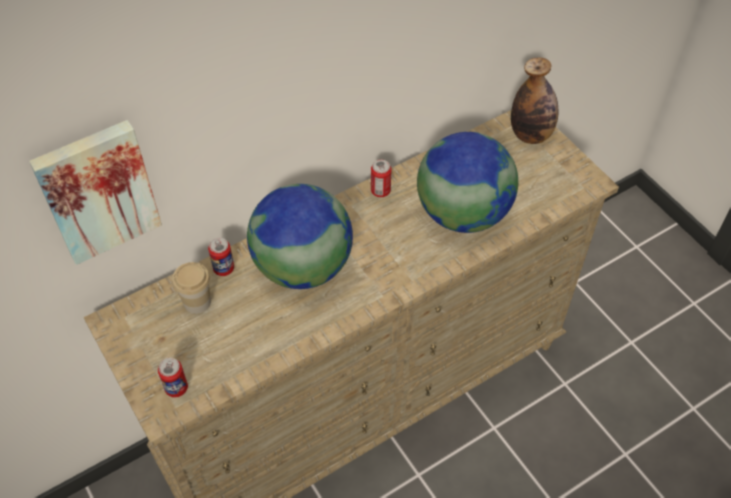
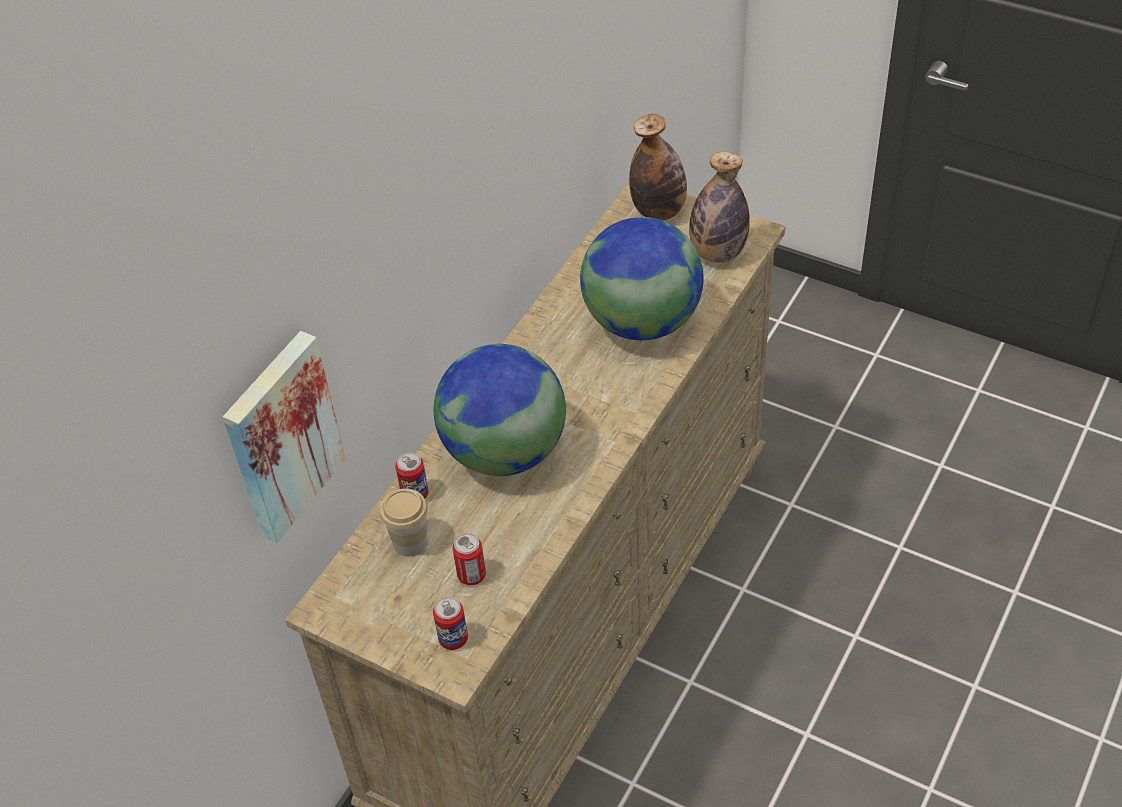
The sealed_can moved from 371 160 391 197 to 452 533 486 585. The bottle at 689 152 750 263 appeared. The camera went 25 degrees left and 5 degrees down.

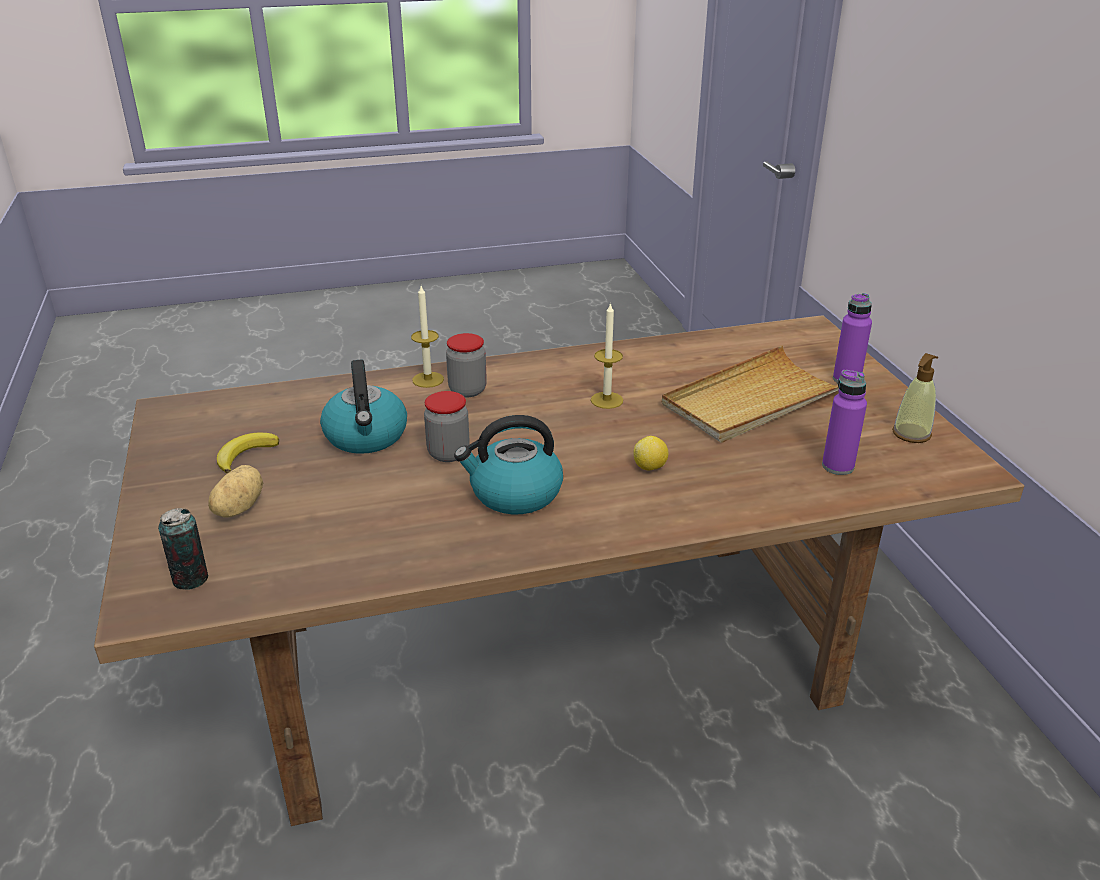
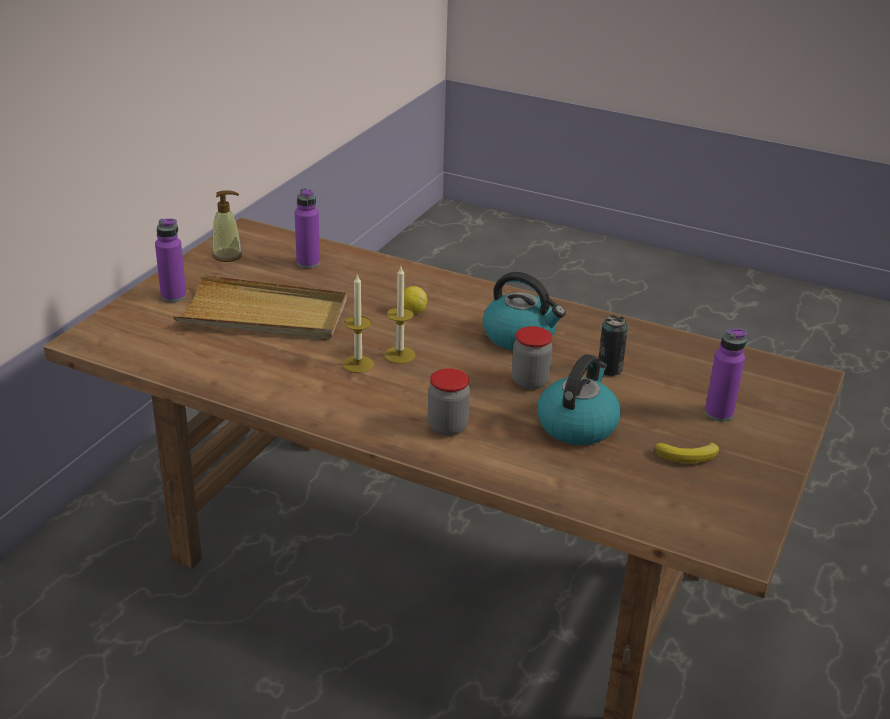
The wax_light moved from 411 286 444 388 to 384 267 415 364. The sealed_can moved from 158 508 208 590 to 598 315 628 376. The whole_potato at 208 465 263 518 was replaced by the purple-coloured_bottle at 705 328 747 421. The camera went 140 degrees left and 0 degrees up.

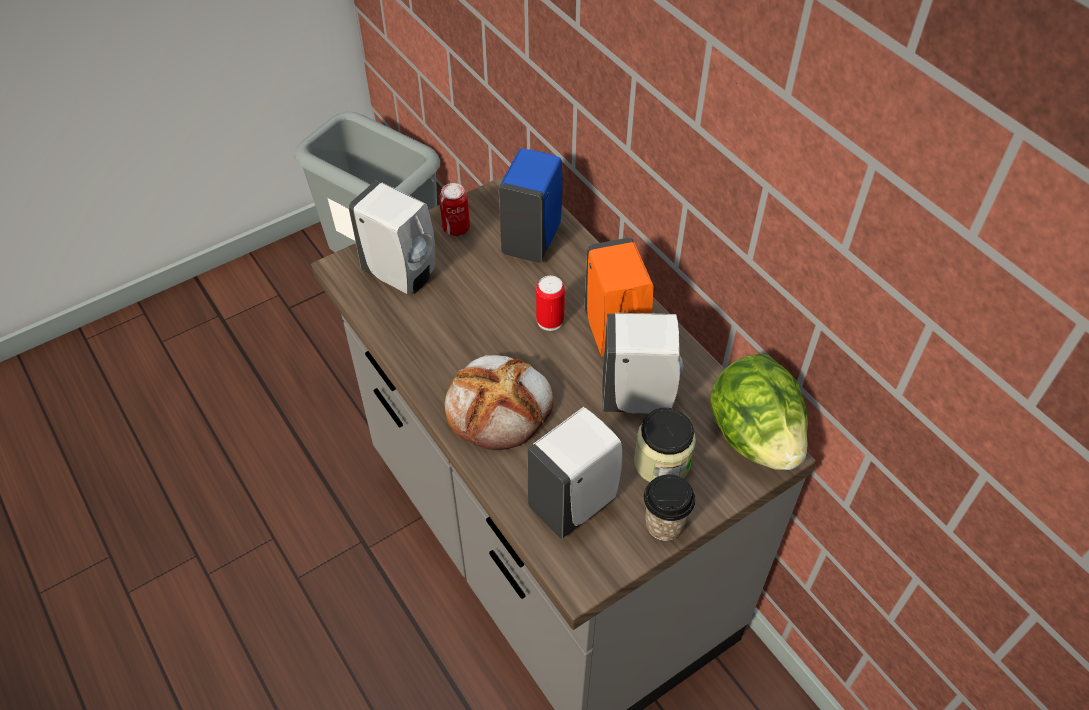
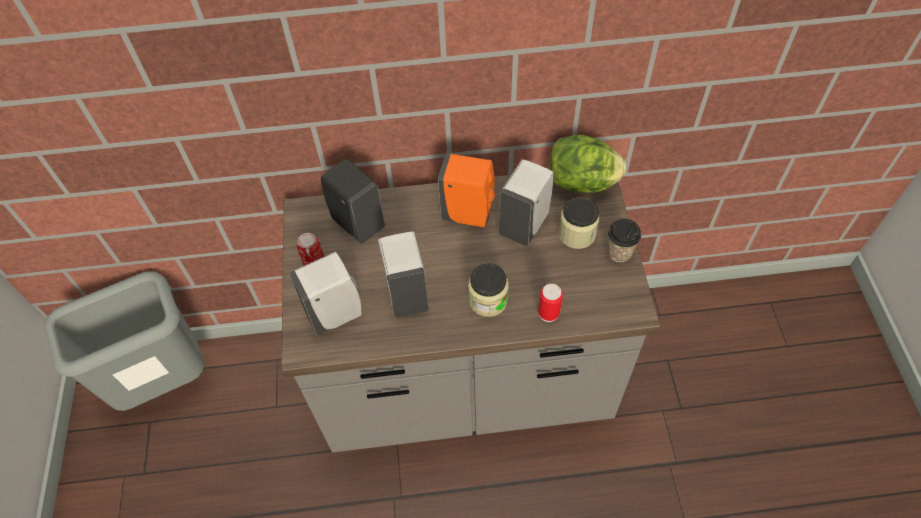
The blue-coloured_liquid_soap_bottle at 499 148 563 263 became the black-coloured_liquid_soap_bottle at 321 159 385 244. The whitish_liquid_soap_bottle moved from 527 407 623 539 to 378 232 429 318. The bakery_bread at 444 355 553 450 was replaced by the jar at 468 263 509 317. The sealed_can moved from 536 276 565 331 to 538 284 563 322. The camera went 60 degrees left and 5 degrees up.

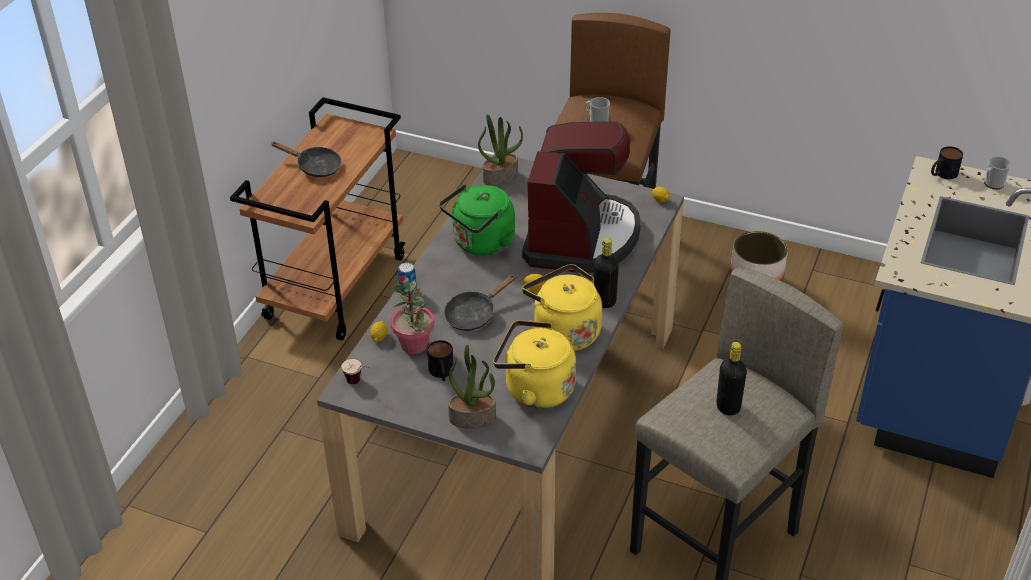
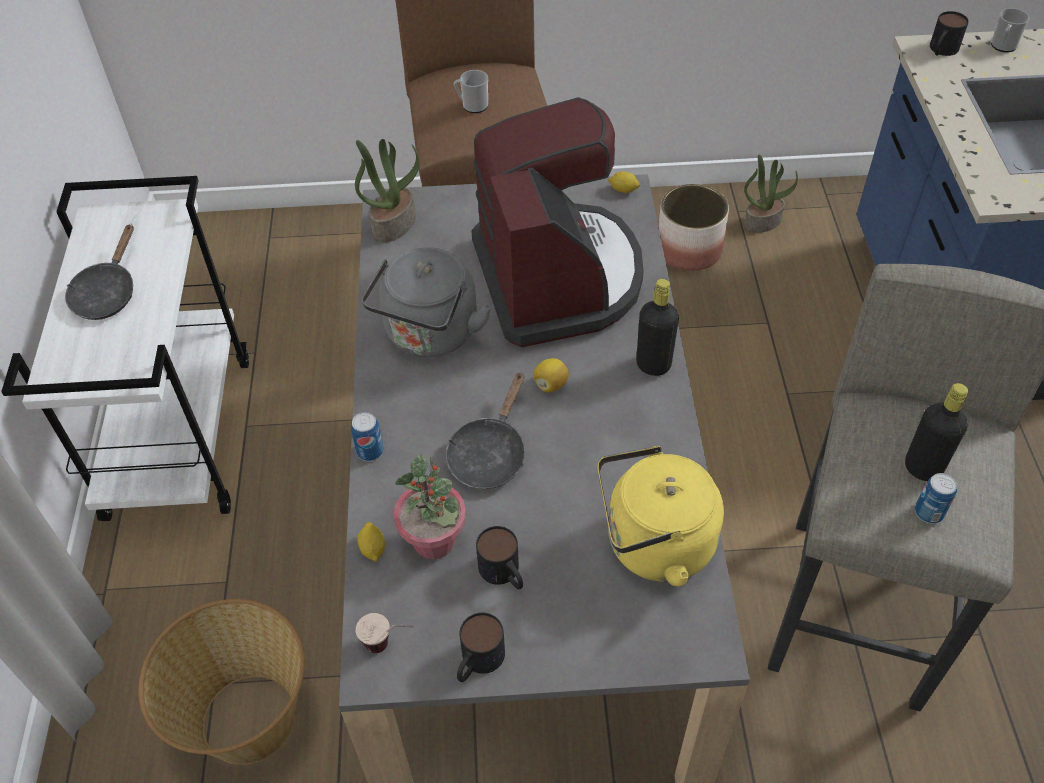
The brown_trolley at 230 97 405 341 became the whitish_trolley at 1 176 249 521. The black-coloured_frying_pan at 271 142 341 177 turned 105 degrees clockwise. The household_basket at 138 599 305 765 appeared. The green-coloured_kettle at 439 184 515 256 became the gray_kettle at 361 247 492 357. The mug at 457 613 505 682 appeared. The houseplant moved from 448 344 496 429 to 744 155 798 233. The sealed_can at 915 473 957 524 appeared. The yellowish_kettle at 522 264 602 351 disappeared. The camera went 25 degrees left and 10 degrees up.

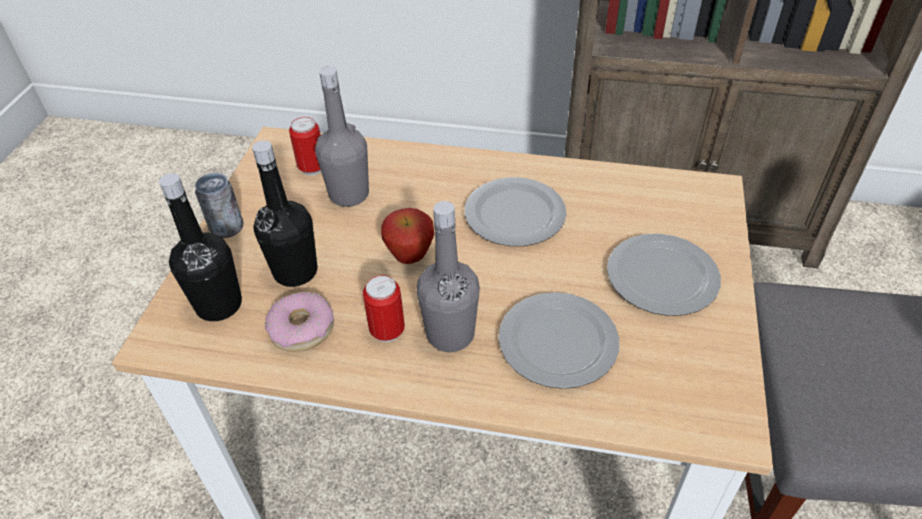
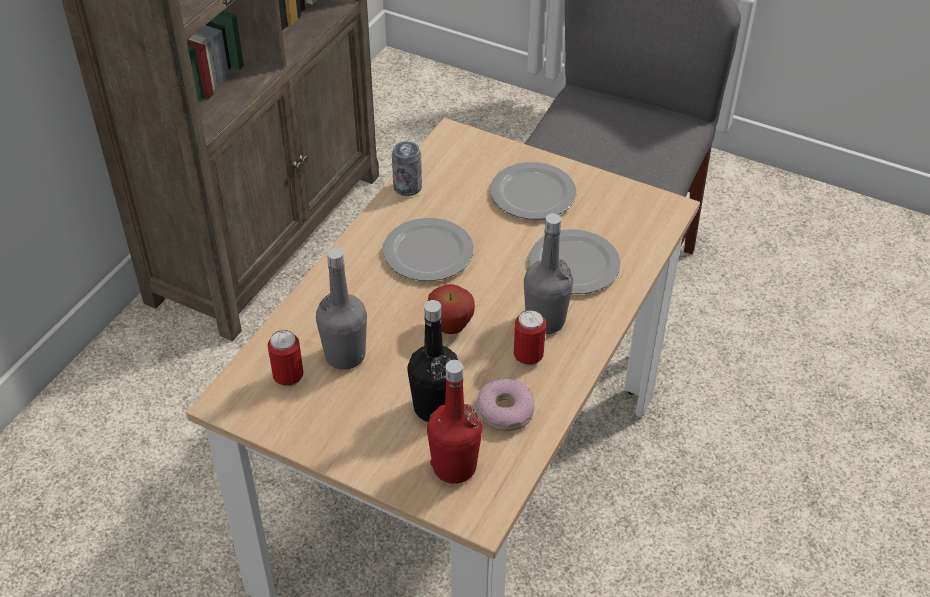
The sealed_can moved from 195 173 244 238 to 392 141 422 196. The black-coloured_bottle at 159 173 242 321 became the reddish_bottle at 427 360 482 484. The camera went 75 degrees left and 0 degrees up.

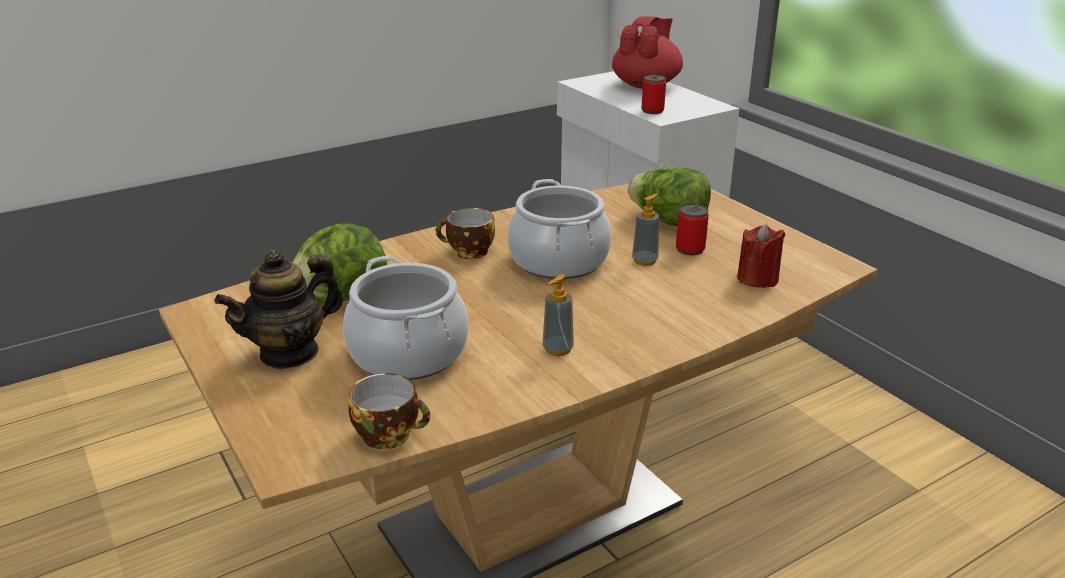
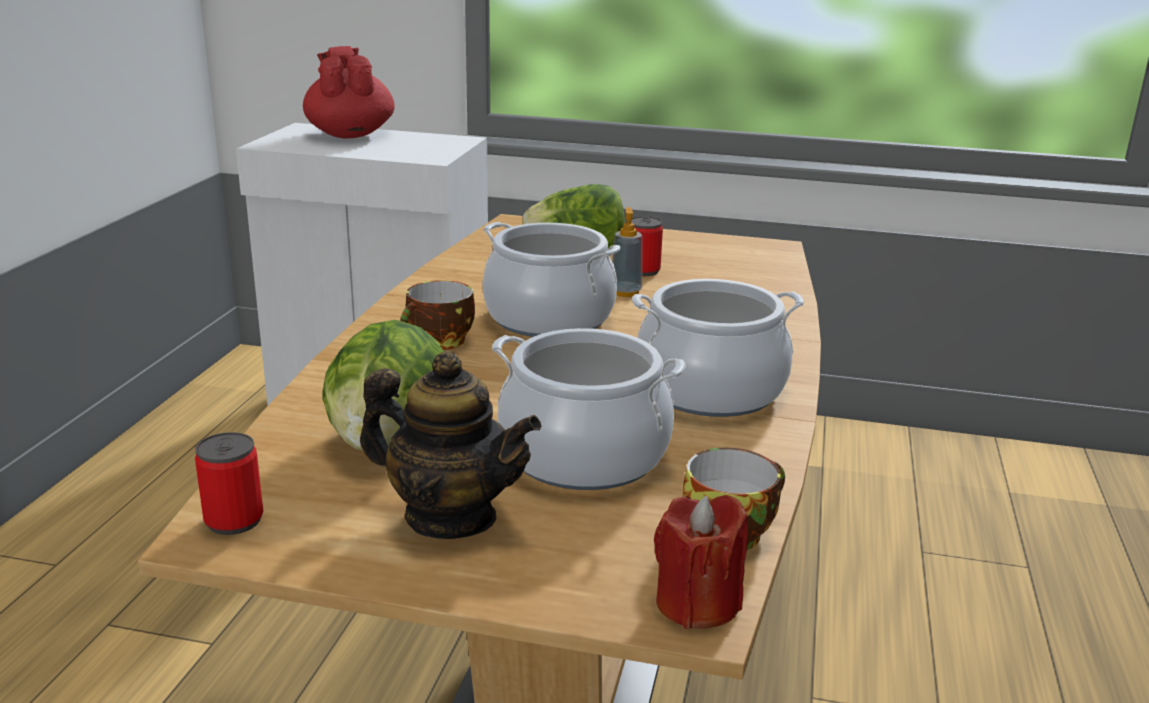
The sealed_can moved from 641 75 666 114 to 195 432 263 535. The teapot at 215 249 343 369 turned 75 degrees counterclockwise. The liquid_soap_bottle at 542 274 574 356 was replaced by the cooking_pot at 632 279 804 417. The reddish_wax_light moved from 737 224 785 288 to 654 495 748 629. The camera went 45 degrees left and 5 degrees down.

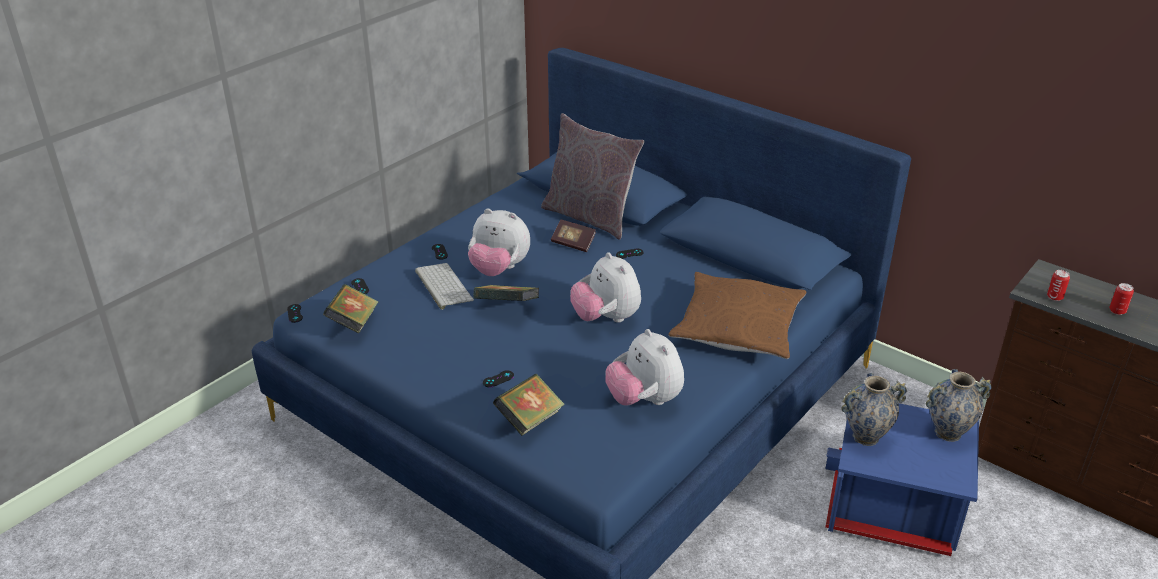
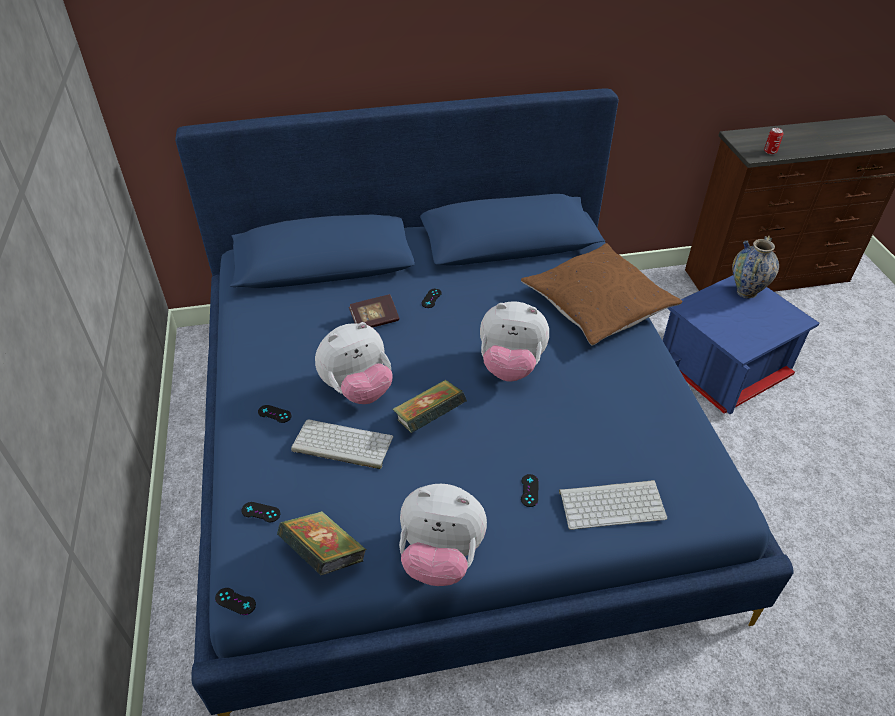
The plush_toy moved from 605 329 684 406 to 399 484 487 586. The volume at 493 374 565 436 was replaced by the computer_keyboard at 559 480 667 530. The gray_cushion at 541 113 645 240 disappeared. The decorative_vase at 841 373 907 446 disappeared. The sealed_can at 1109 283 1134 315 disappeared. The camera went 50 degrees left and 10 degrees up.

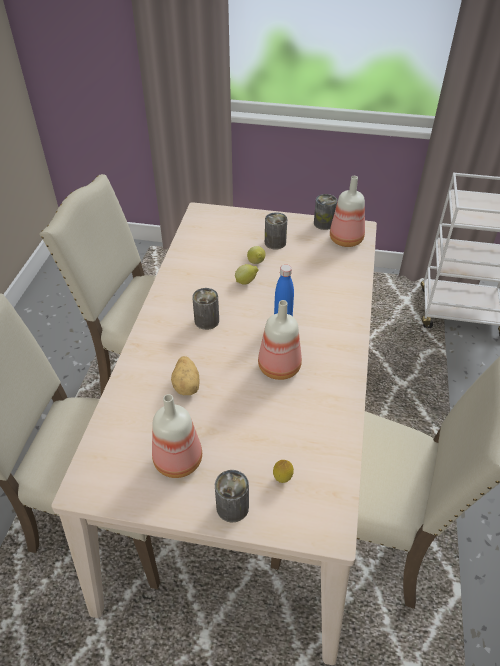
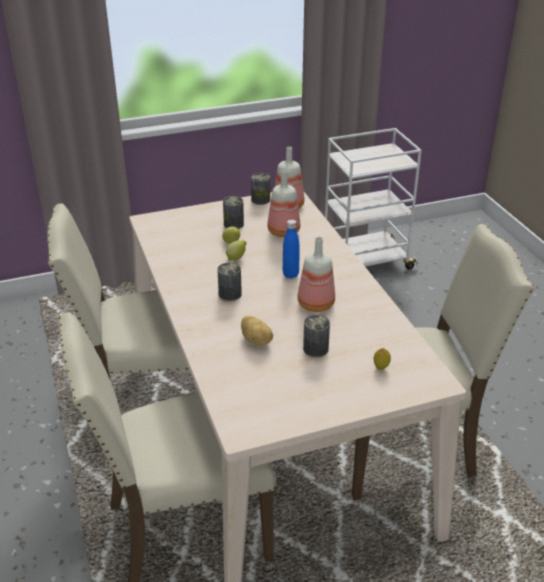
The bottle moved from 152 394 202 478 to 267 170 300 237. The sealed_can moved from 215 470 249 523 to 303 315 330 357. The camera went 30 degrees left and 10 degrees down.

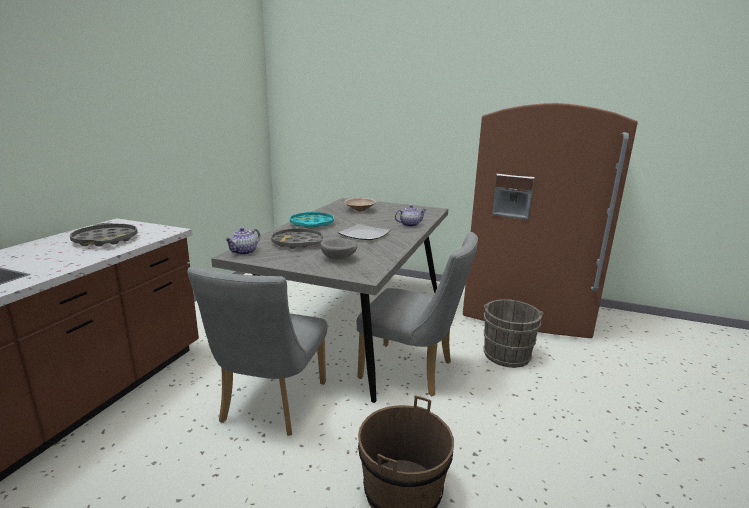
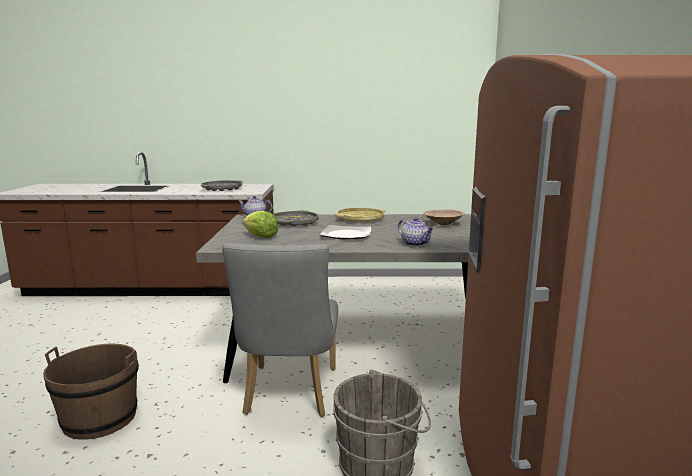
The gray_deep_dish at 320 238 357 259 was replaced by the lettuce at 242 210 278 238. The turquoise-coloured_carrying_tray at 290 211 334 228 became the yellowish_carrying_tray at 334 208 386 223. The gray_chair at 187 266 327 436 disappeared. The camera went 70 degrees right and 5 degrees down.

